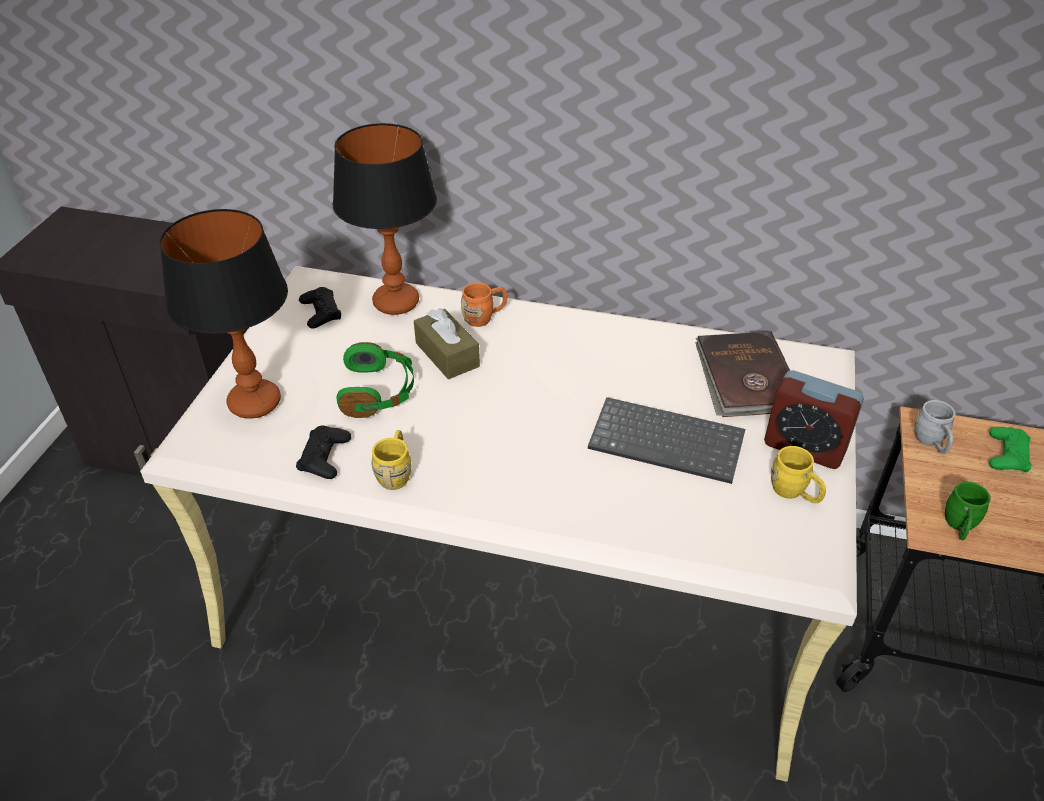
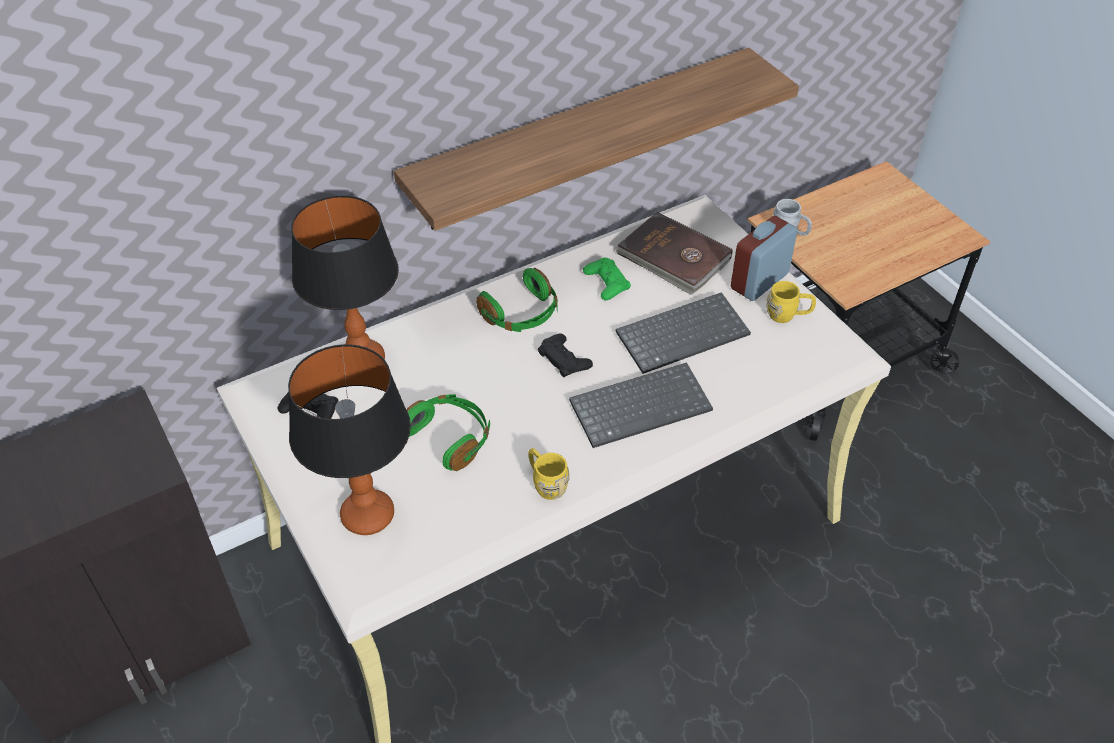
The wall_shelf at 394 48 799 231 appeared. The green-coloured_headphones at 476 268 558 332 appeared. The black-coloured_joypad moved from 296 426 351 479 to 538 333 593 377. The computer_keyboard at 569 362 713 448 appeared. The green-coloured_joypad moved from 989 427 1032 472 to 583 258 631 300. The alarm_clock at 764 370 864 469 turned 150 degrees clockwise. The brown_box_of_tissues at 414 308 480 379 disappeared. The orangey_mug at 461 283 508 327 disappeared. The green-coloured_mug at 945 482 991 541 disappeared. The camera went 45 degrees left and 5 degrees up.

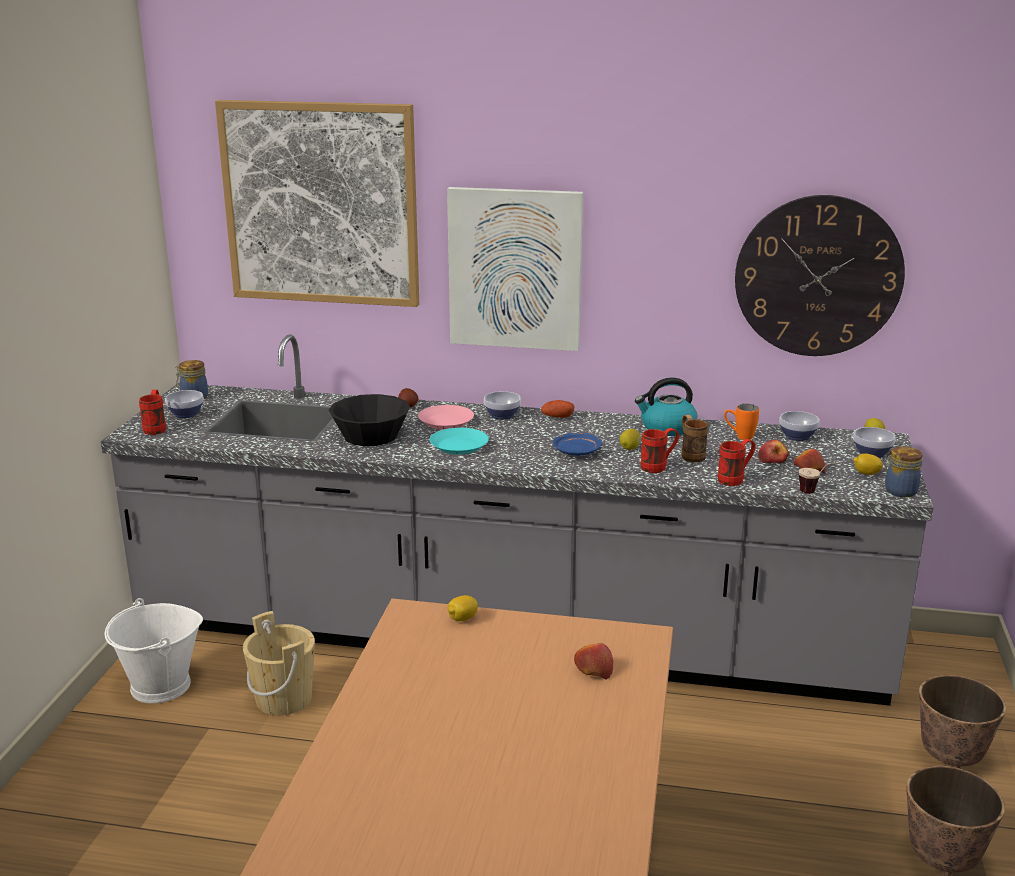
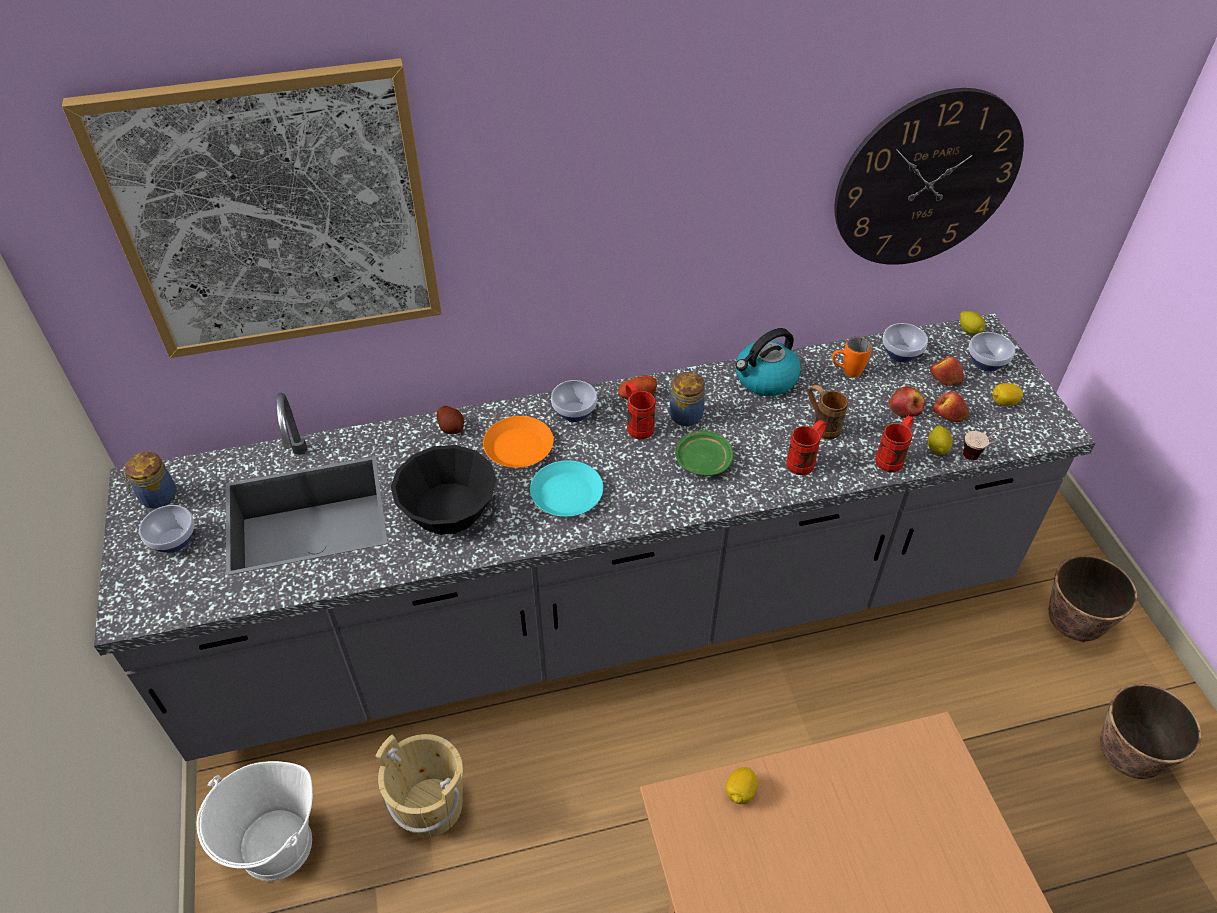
The pink_plate at 418 405 474 430 became the orangey_plate at 483 416 554 468. The reddish_mug moved from 139 390 166 435 to 625 382 656 440. The jar moved from 885 446 923 497 to 667 372 705 426. The blue-coloured_plate at 553 433 602 456 became the green-coloured_plate at 675 431 733 476. The lemon moved from 620 429 641 450 to 928 426 953 455. The apple moved from 574 643 613 680 to 930 356 964 386. The wall_art at 447 187 583 351 disappeared. The camera went 25 degrees left and 25 degrees up.

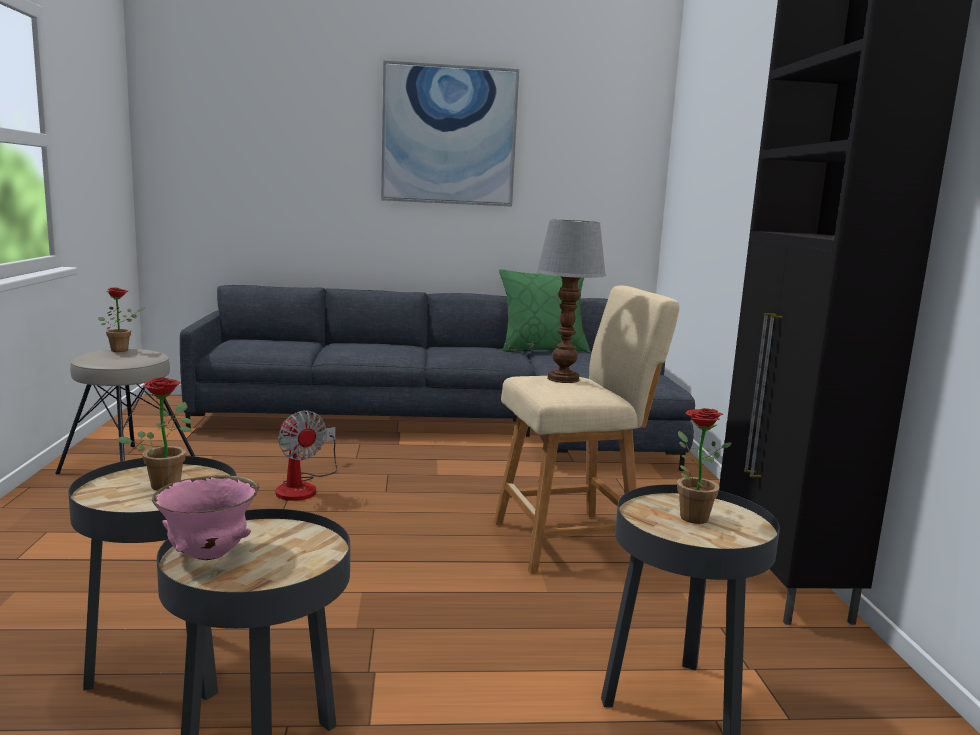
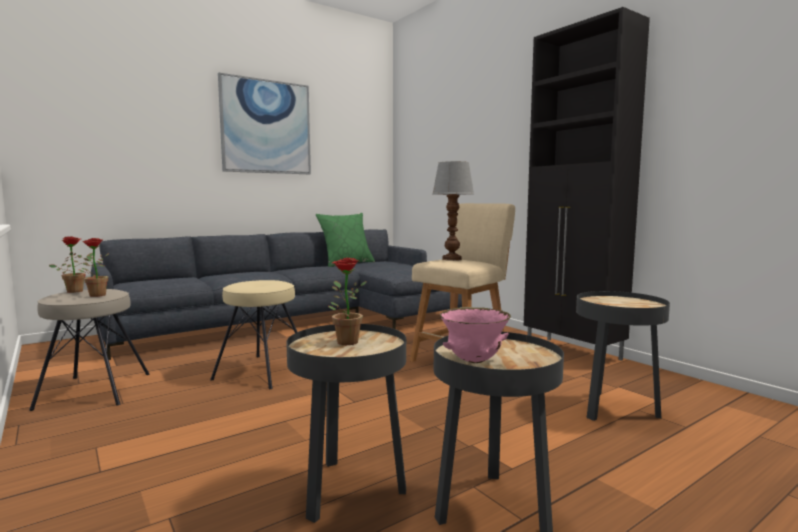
The houseplant moved from 677 408 732 524 to 79 238 109 297. The electric_fan at 275 410 338 501 was replaced by the beige_stool_seat at 210 280 297 389. The camera went 30 degrees left and 5 degrees down.

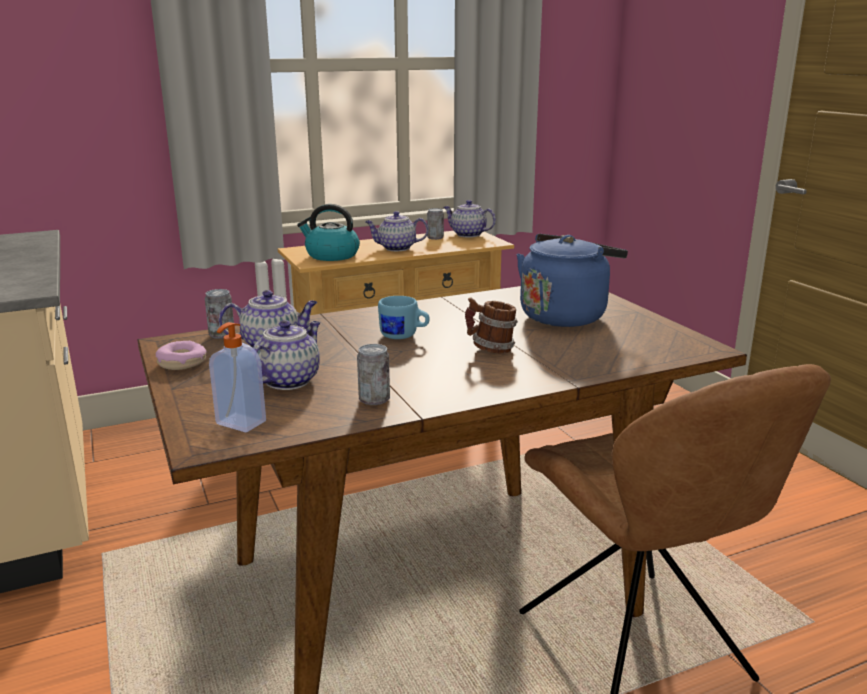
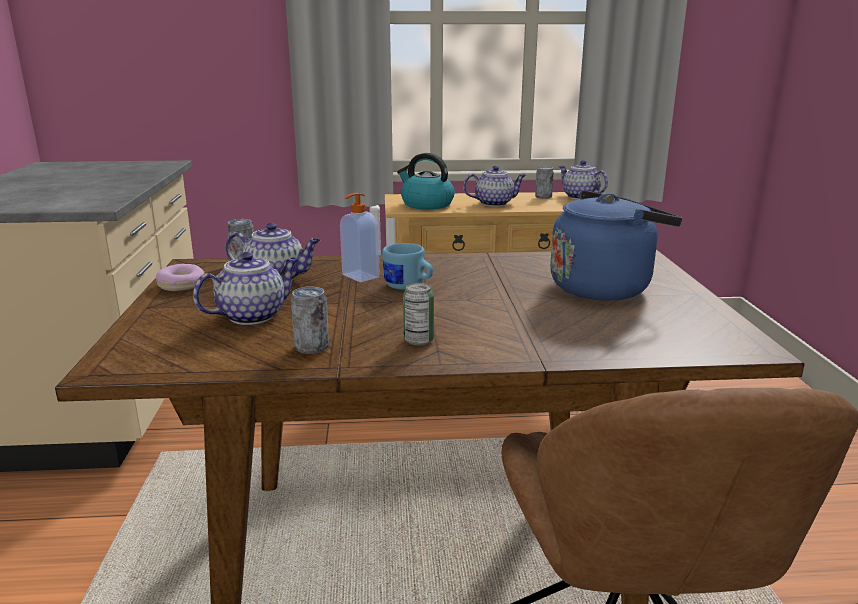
The liquid_soap_bottle moved from 209 322 266 432 to 340 193 380 282. The sealed_can at 403 283 434 345 appeared. The teapot at 365 211 429 251 turned 150 degrees clockwise. The mug at 465 297 518 353 disappeared. The camera went 20 degrees right and 0 degrees up.

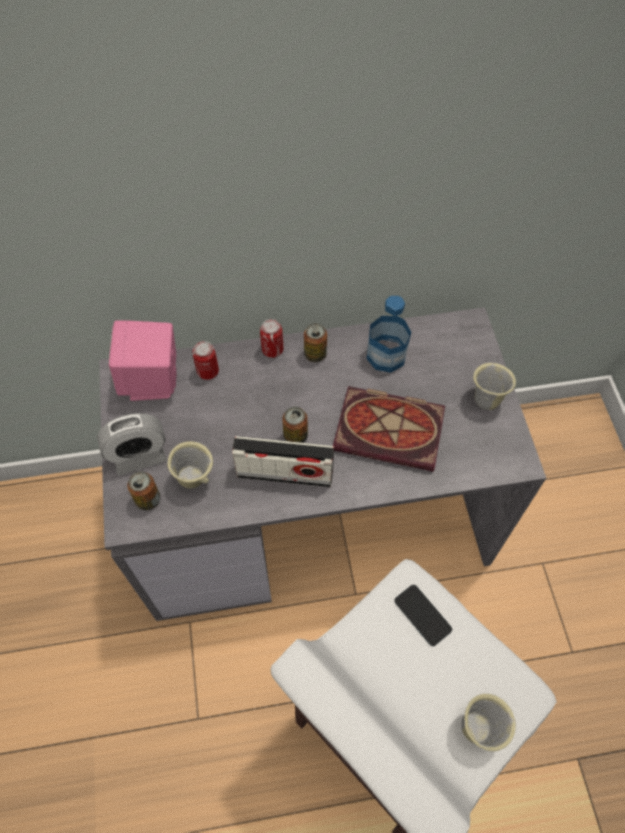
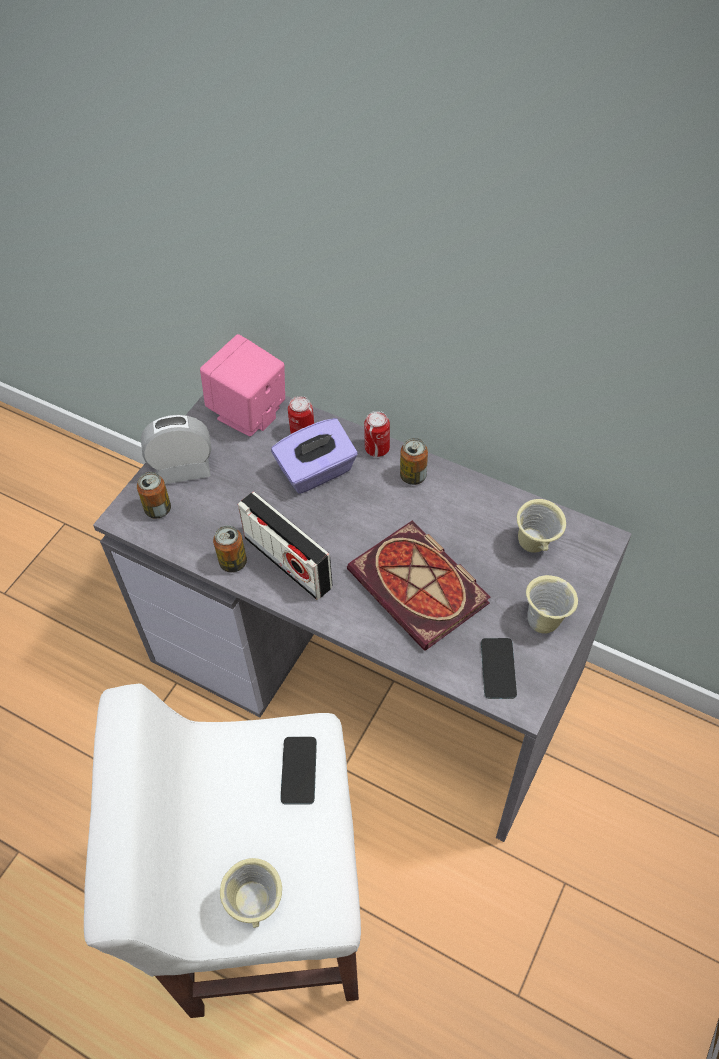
The alarm_clock at 97 413 166 476 turned 150 degrees clockwise. The sealed_can moved from 282 407 308 443 to 213 525 247 573. The purple-coloured_box_of_tissues at 271 418 358 494 appeared. The handset at 481 638 517 699 appeared. The beige_mug moved from 167 441 213 488 to 517 499 566 553. The bottle at 367 296 411 373 disappeared. The camera went 40 degrees right and 5 degrees down.

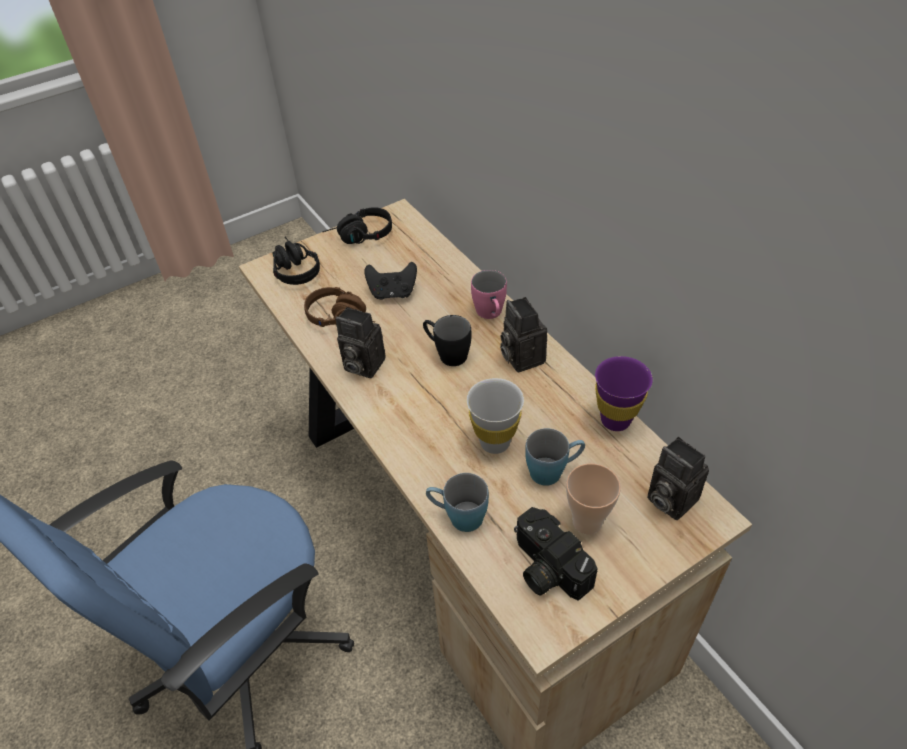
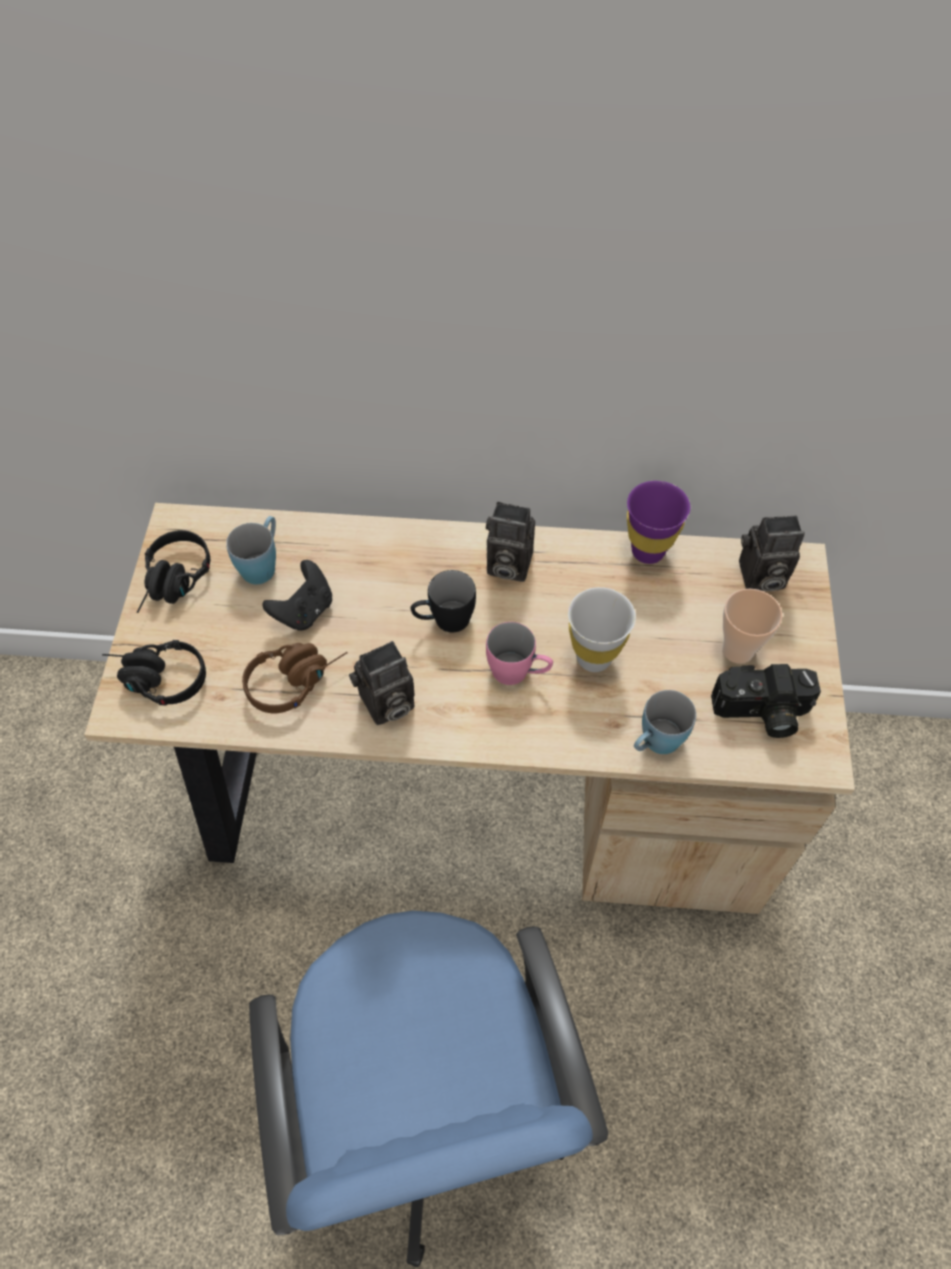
The blue-coloured_mug moved from 525 428 585 486 to 226 516 276 585. The pink_mug moved from 471 270 507 319 to 486 622 553 685. The camera went 55 degrees left and 10 degrees up.

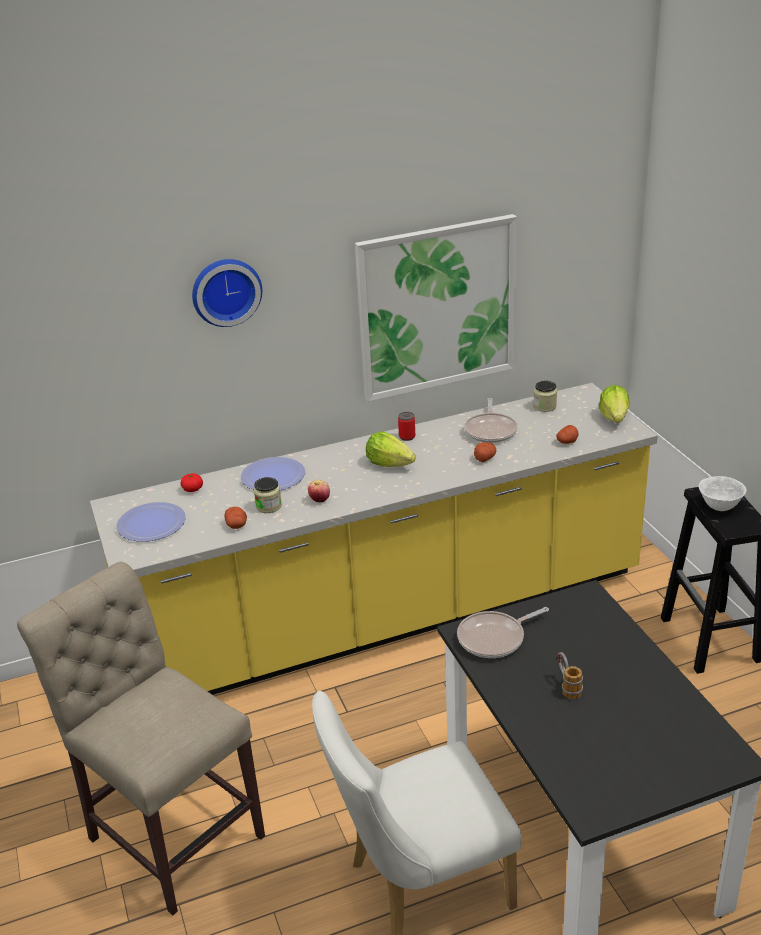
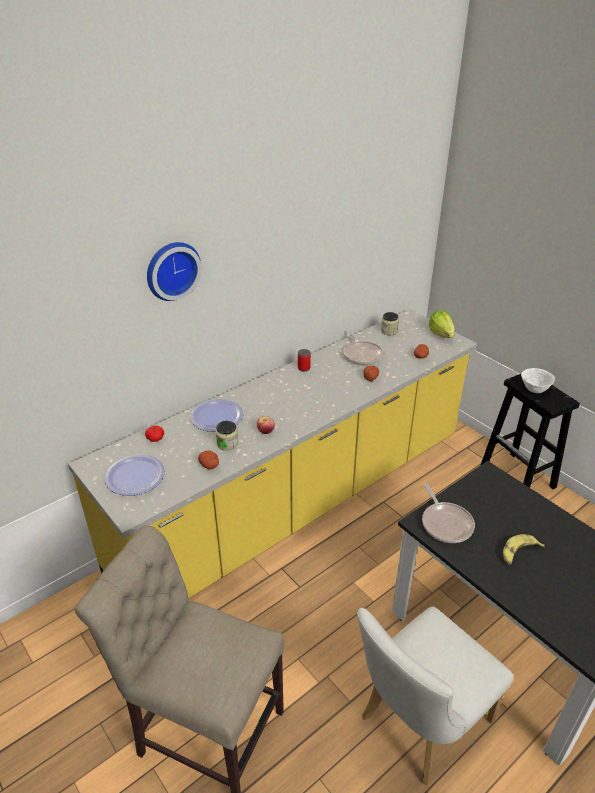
The frying_pan at 457 607 549 658 turned 60 degrees counterclockwise. The mug at 557 652 583 699 was replaced by the banana at 503 534 545 565. The wall_art at 355 214 517 402 disappeared. The lettuce at 366 431 416 467 disappeared. The camera went 20 degrees left and 5 degrees up.

